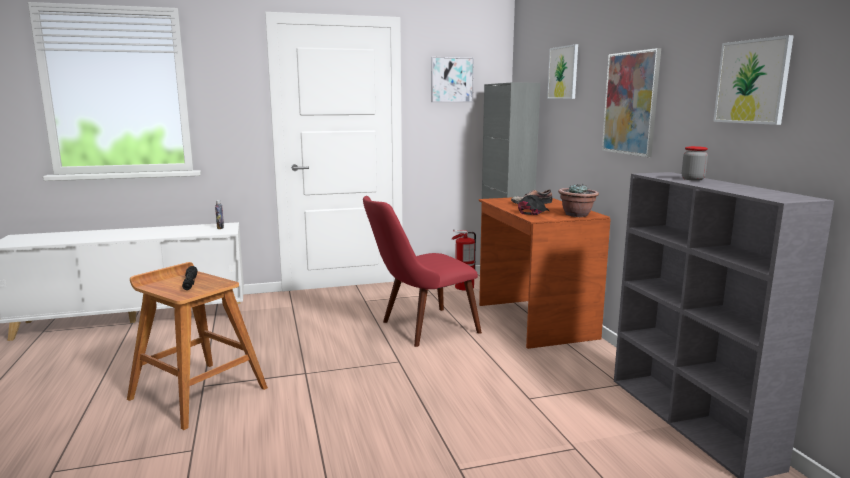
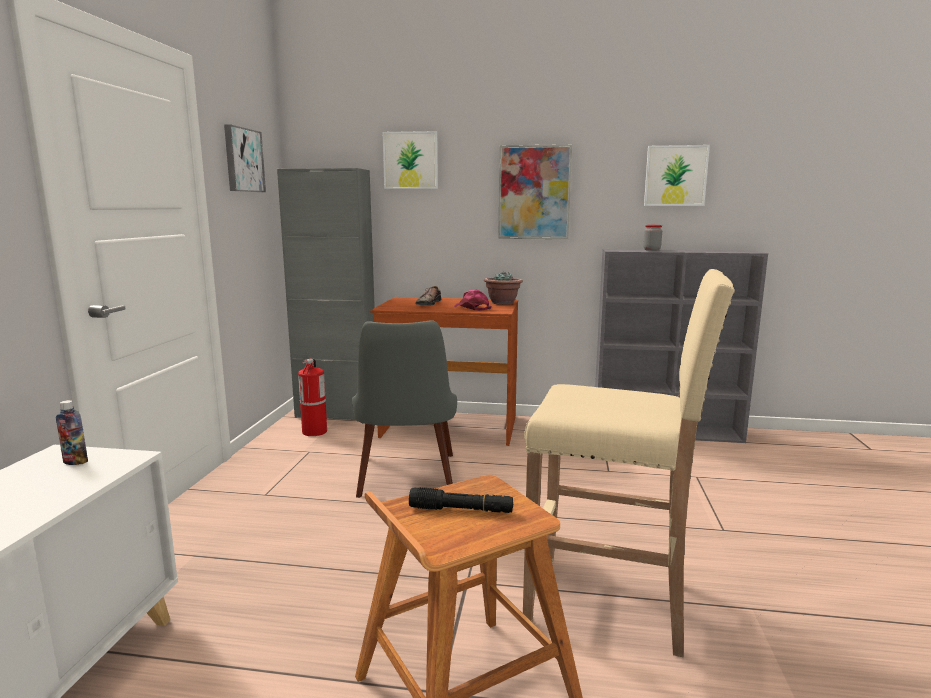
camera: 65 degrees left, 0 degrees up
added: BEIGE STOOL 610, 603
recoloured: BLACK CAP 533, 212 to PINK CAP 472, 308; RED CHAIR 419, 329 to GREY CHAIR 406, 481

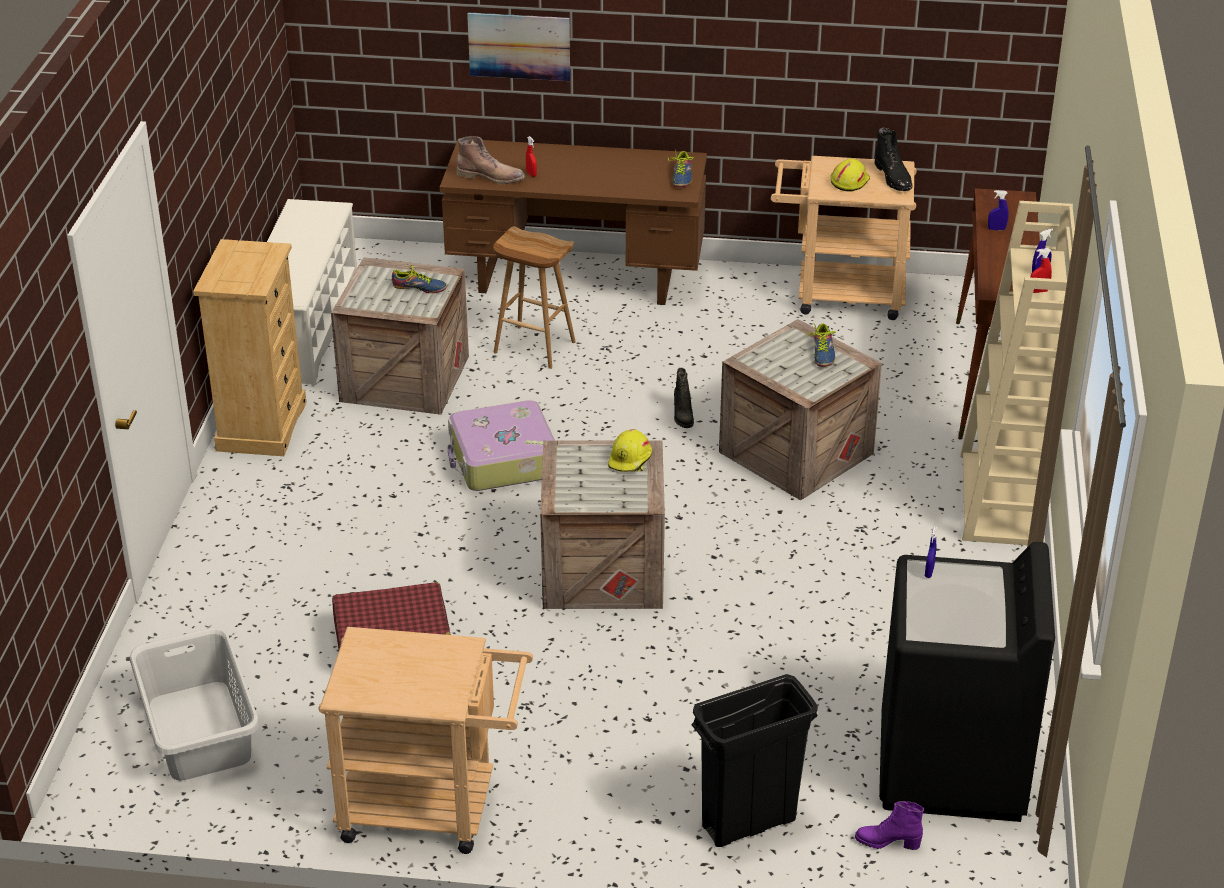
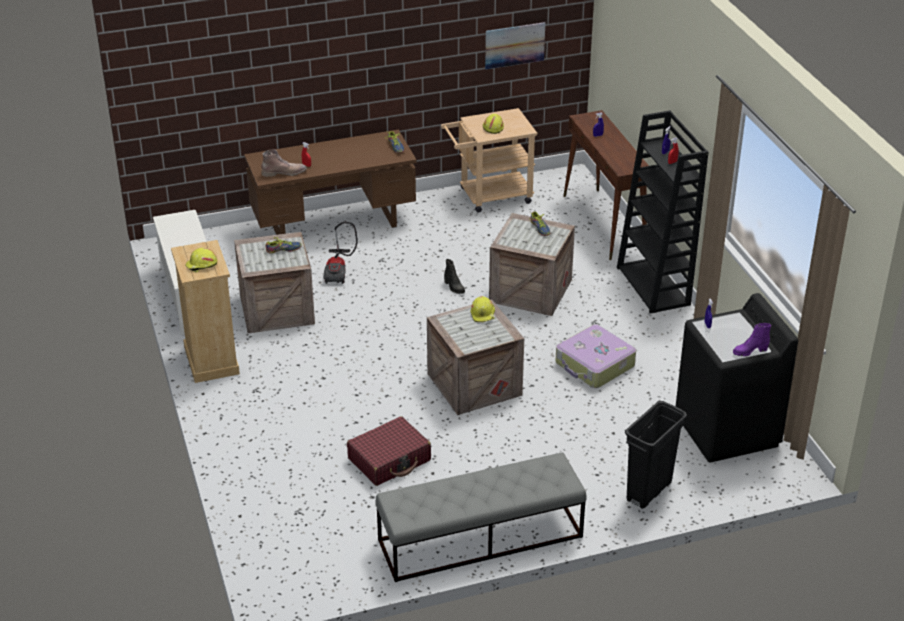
camera: 25 degrees left, 0 degrees up
removed: BLACK BOOT 894, 177; GREY LAUNDRY BASKET 198, 731
added: YELLOW HARD HAT 201, 265
moved: PICTURE 519, 46 to 514, 45; SUITCASE 502, 460 to 594, 365; PURPLE BOOT 887, 842 to 749, 351
replaced: BROWN STOOL 533, 347 to VACUUM CLEANER 339, 271; BEIGE CART 432, 808 to GREY BENCH 479, 539
recoloured: BEIGE BOOKCASE 1001, 500 to BLACK BOOKCASE 654, 286

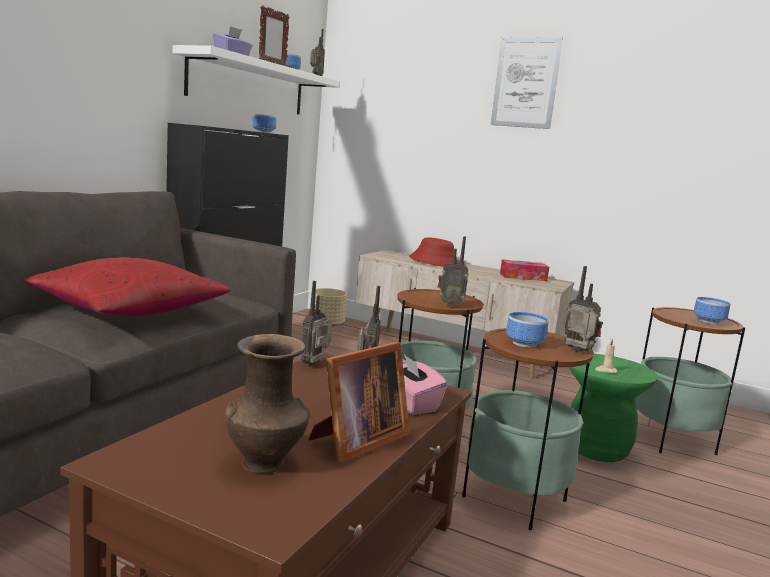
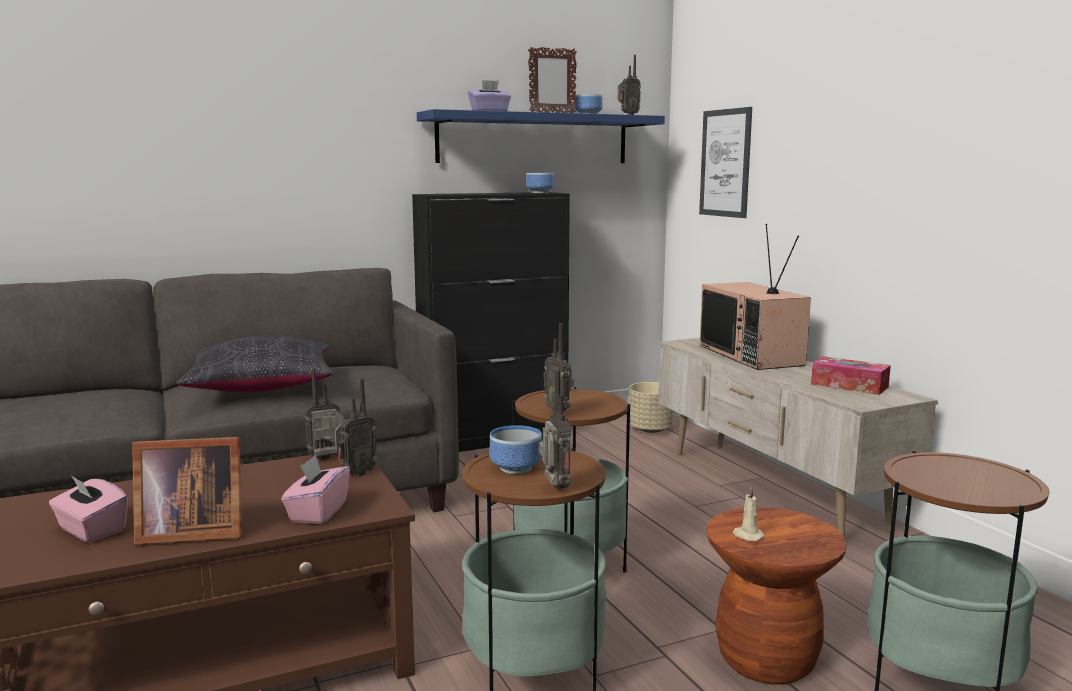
camera: 40 degrees right, 0 degrees up
removed: BOWL 710, 321
moved: PICTURE 526, 83 to 725, 163
replaced: RED HAT 435, 262 to TELEVISION 753, 355; BROWN VASE 265, 463 to PINK TISSUE BOX 91, 530
recoloured: WHITE SHELF 249, 85 to BLUE SHELF 534, 139; RED PILLOW 130, 310 to BLACK PILLOW 262, 386; GREEN STOOL 597, 449 to BROWN STOOL 766, 660

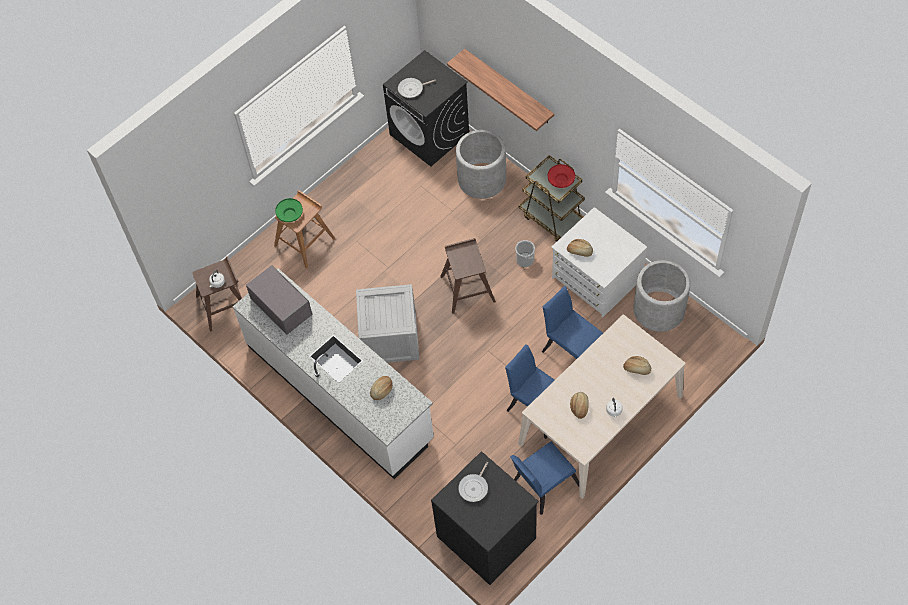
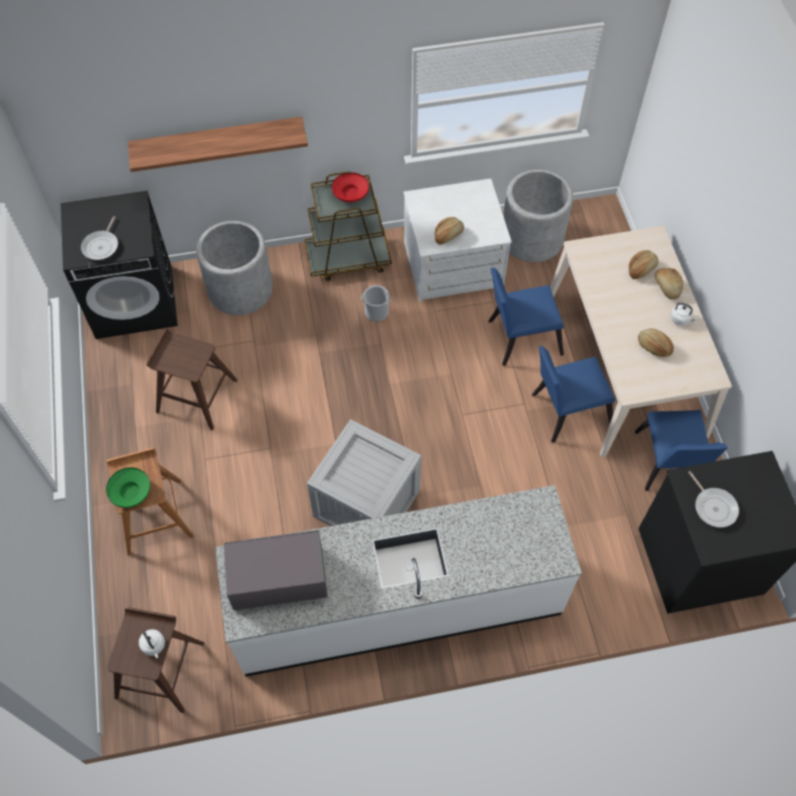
camera: 60 degrees left, 0 degrees up
moved: BROWN STOOL 467, 288 to 196, 395; BREAD 382, 390 to 666, 287

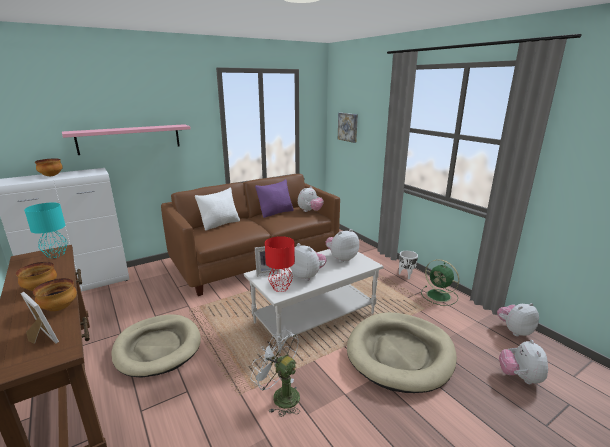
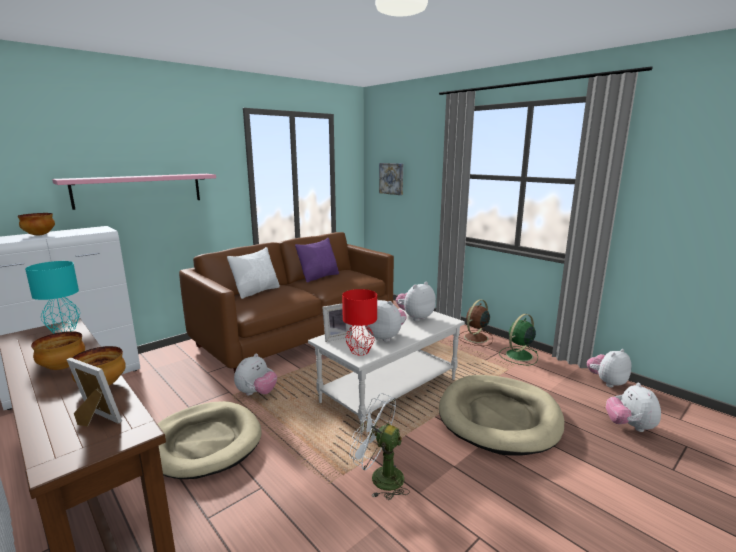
camera: 10 degrees left, 5 degrees down
moved: PLUSH TOY 310, 211 to 256, 393
replaced: WHITE PLANTER 406, 275 to BROWN FAN 475, 338
turned: GREEN FAN 439, 296 = 518, 355 105 degrees clockwise

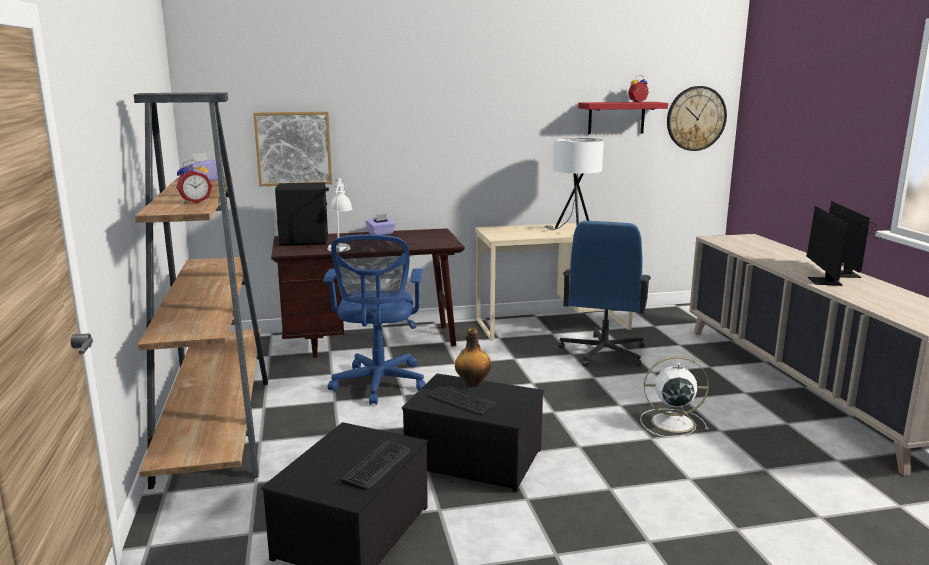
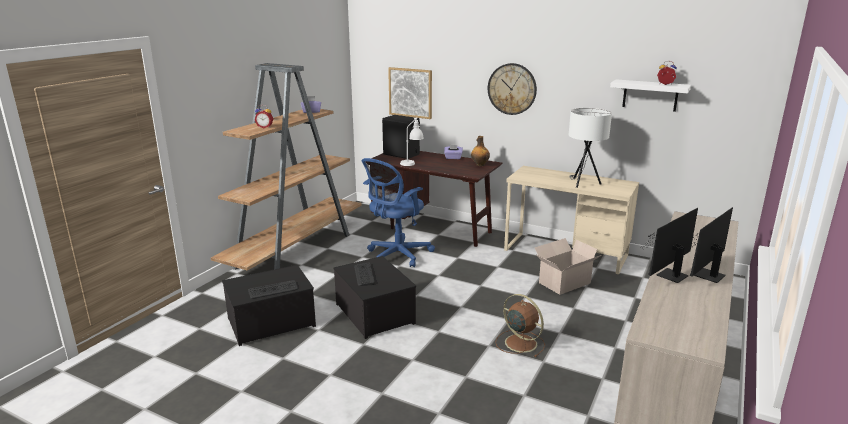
camera: 40 degrees right, 5 degrees up
moved: WALL CLOCK 696, 118 to 512, 89; BOTTLE 472, 383 to 480, 165
replaced: BLUE OFFICE CHAIR 603, 353 to CARDBOARD BOX 563, 283
recoloured: RED SHELF 616, 118 to WHITE SHELF 650, 95; WHITE FAN 670, 422 to BROWN FAN 519, 342

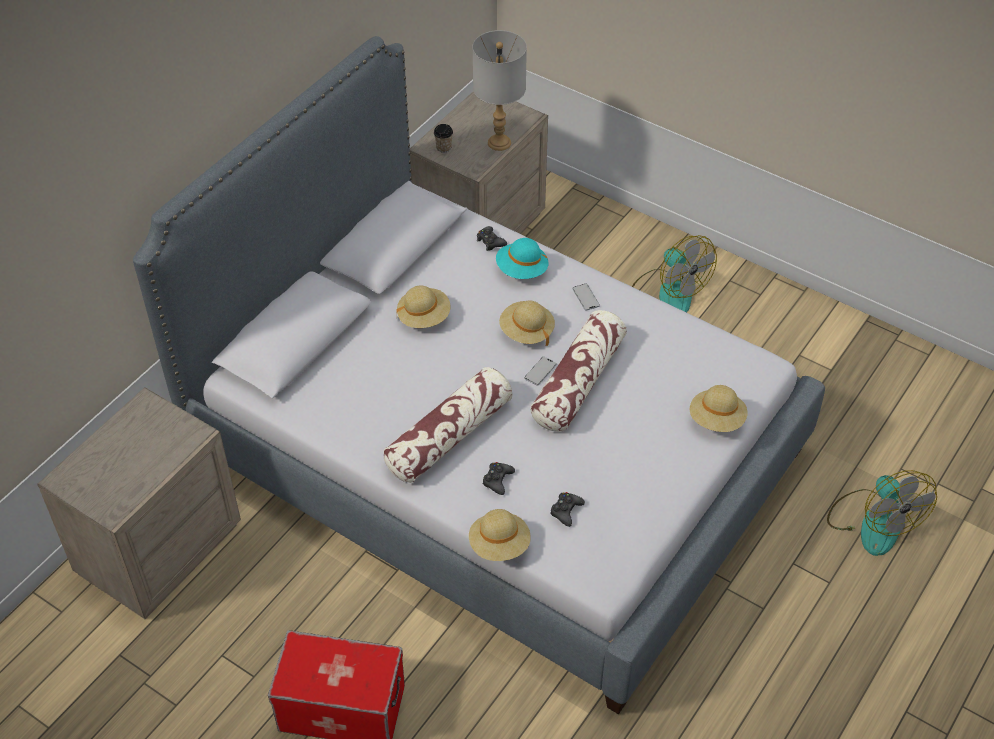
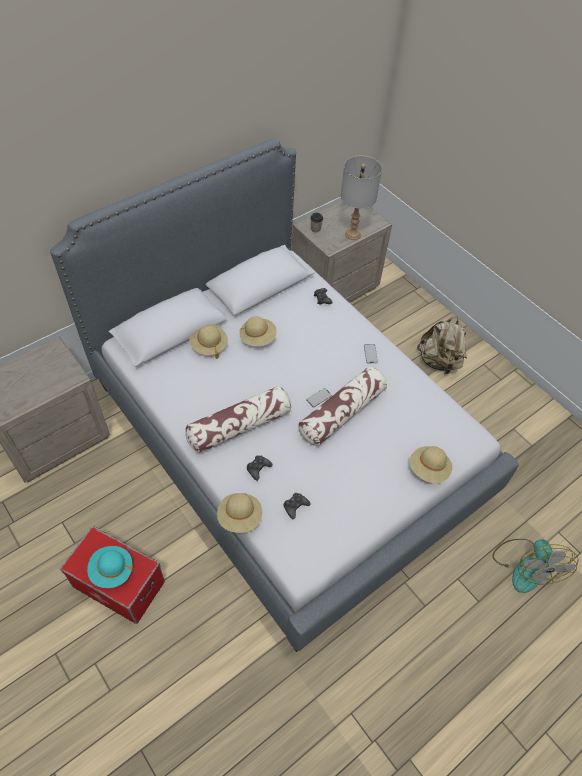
camera: 15 degrees right, 5 degrees up
moved: TURQUOISE HAT 522, 270 to 112, 570; BEIGE HAT 526, 332 to 209, 345
replaced: FAN 668, 293 to BEIGE BACKPACK 439, 361

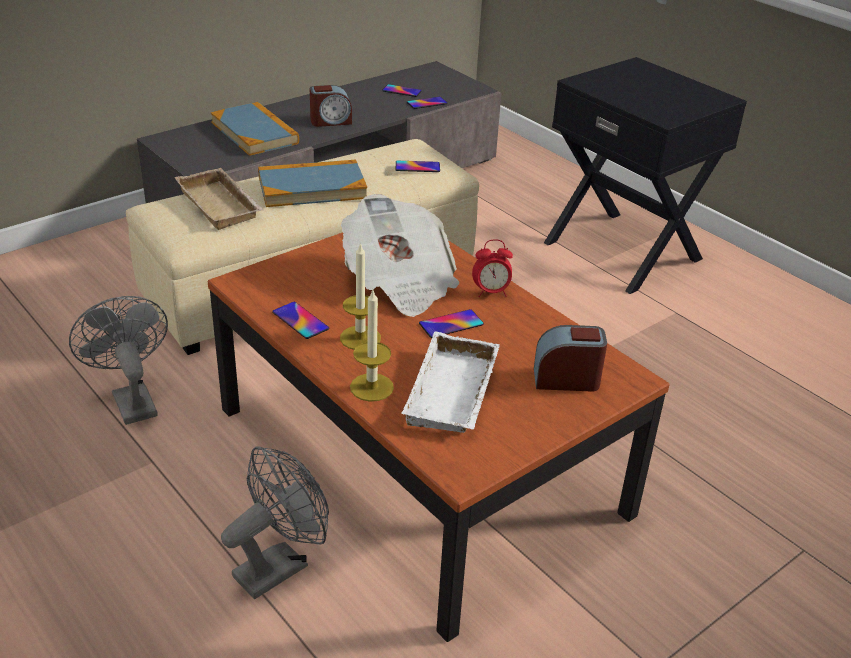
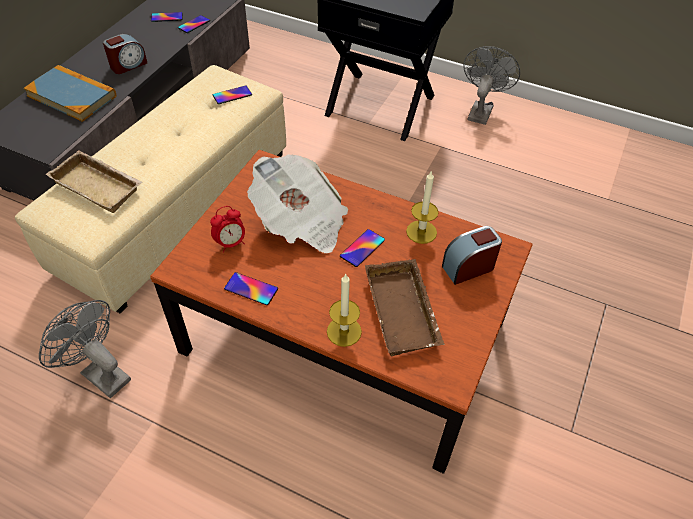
camera: 25 degrees left, 15 degrees up
removed: BOOK 312, 188
moved: ALARM CLOCK 491, 292 to 231, 243; CANDLE 360, 338 to 421, 232; GREY FAN 279, 565 to 481, 110
recoloured: WHITE TRAY 455, 393 to BROWN TRAY 404, 312

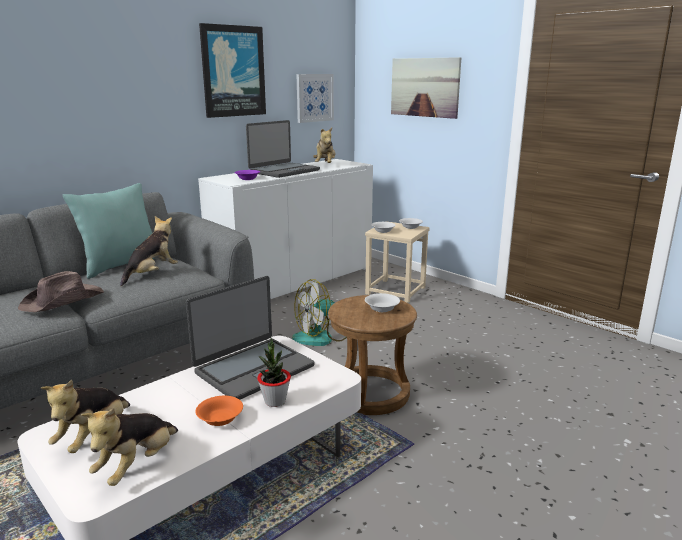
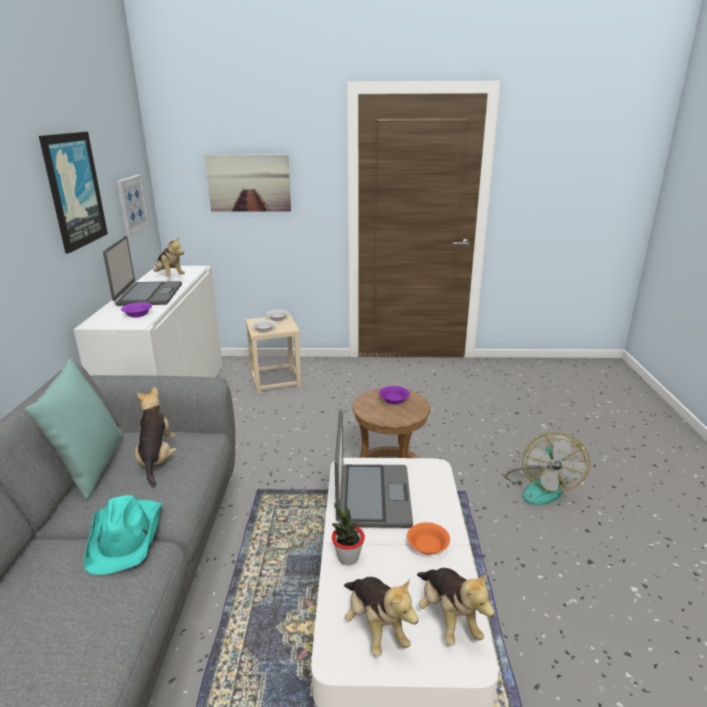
camera: 45 degrees left, 5 degrees up
moved: FAN 321, 337 to 541, 487; POTTED PLANT 275, 401 to 348, 557
recoloured: BROWN HAT 63, 300 to TURQUOISE HAT 126, 535; WHITE BOWL 381, 309 to PURPLE BOWL 393, 400

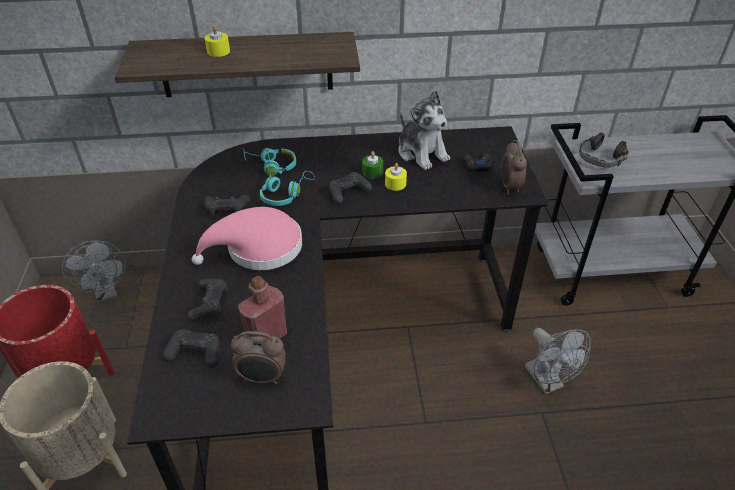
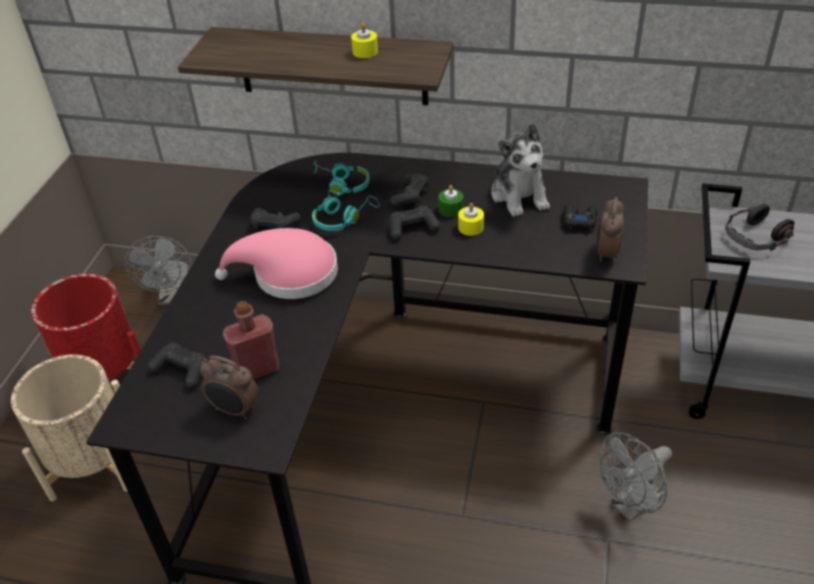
camera: 20 degrees right, 0 degrees up
moved: YELLOW CANDLE 218, 51 to 365, 51; BLACK GAME CONTROLLER 209, 304 to 410, 196
turned: GREY FAN 547, 382 = 630, 505 60 degrees clockwise

